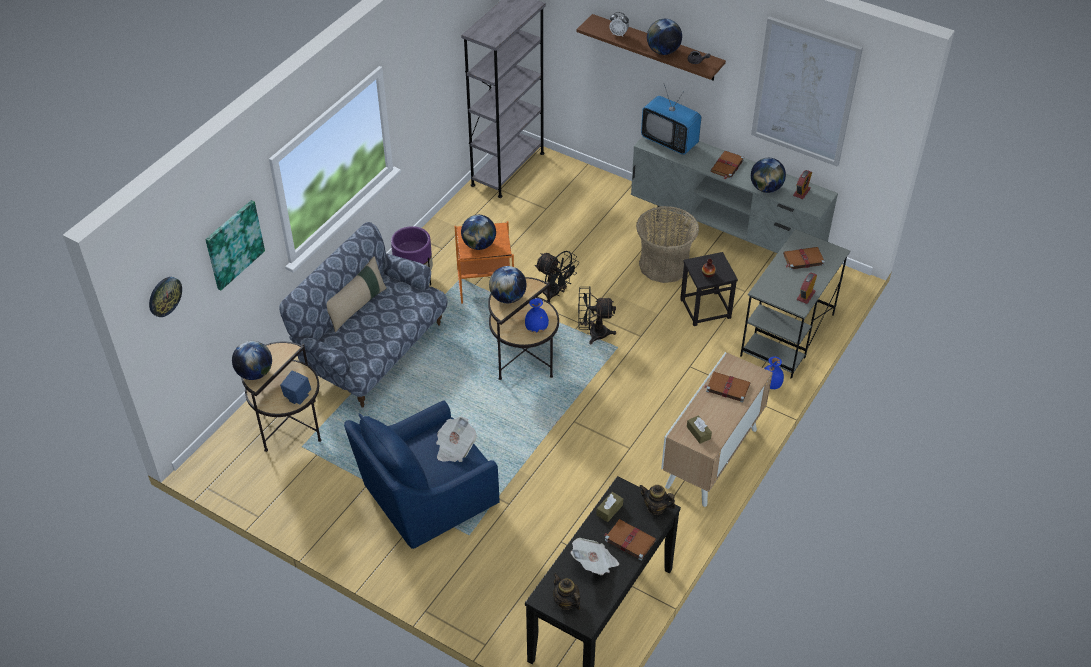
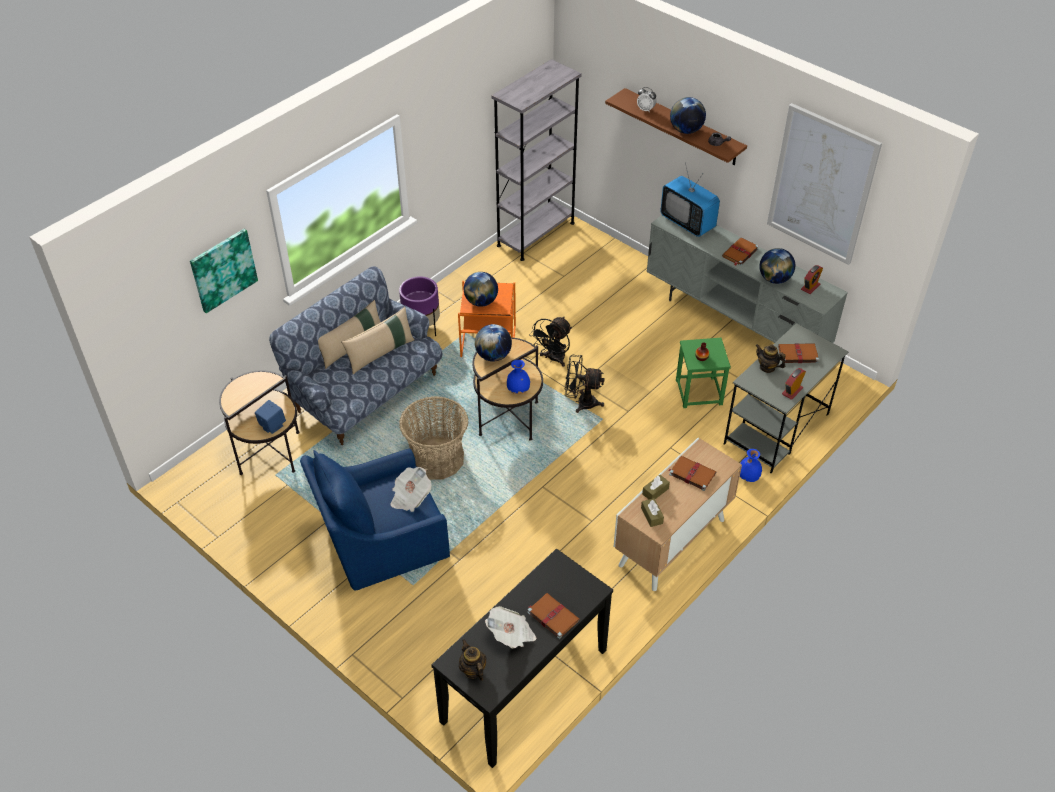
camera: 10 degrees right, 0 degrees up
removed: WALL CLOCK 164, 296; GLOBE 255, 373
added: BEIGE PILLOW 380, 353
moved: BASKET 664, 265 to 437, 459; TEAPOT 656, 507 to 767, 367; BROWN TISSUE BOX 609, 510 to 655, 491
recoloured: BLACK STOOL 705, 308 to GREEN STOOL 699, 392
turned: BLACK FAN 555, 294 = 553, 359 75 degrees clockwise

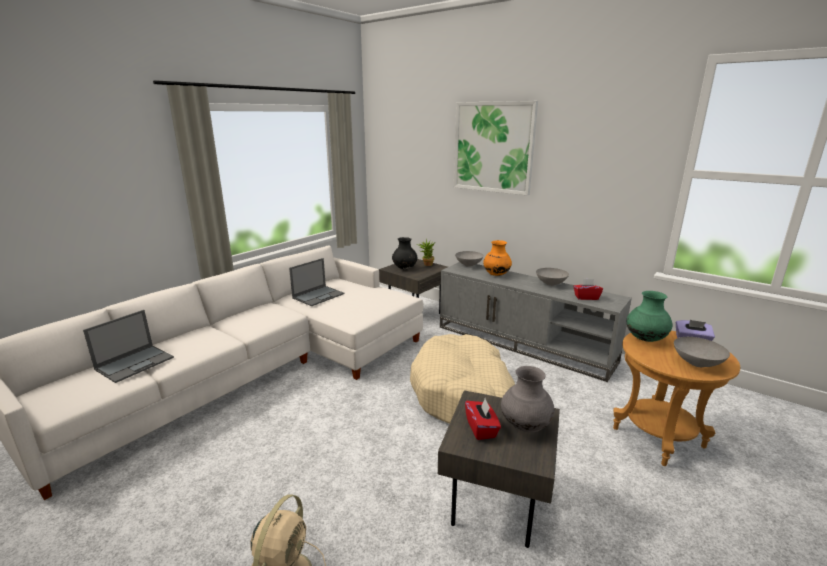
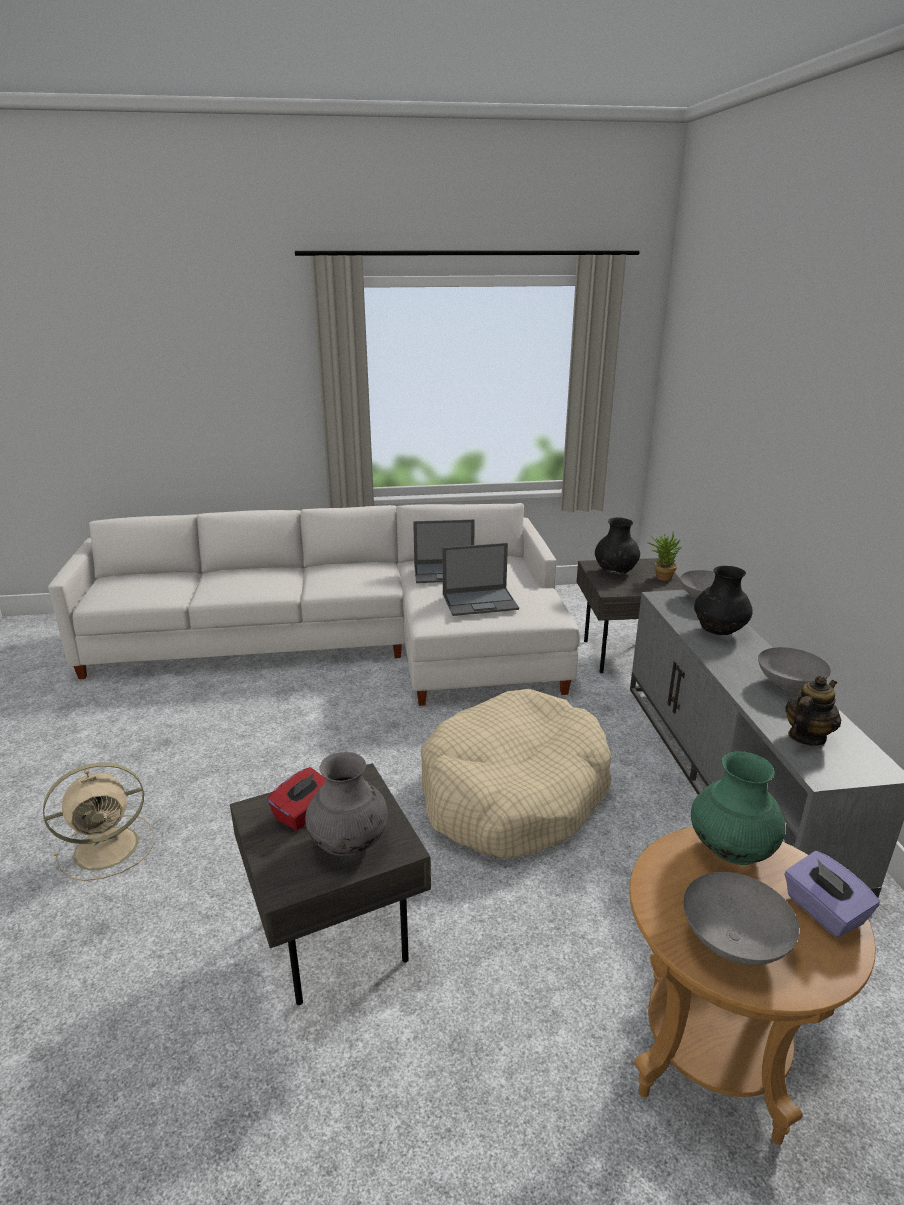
camera: 45 degrees right, 5 degrees up
removed: PICTURE 493, 147
moved: LAPTOP 135, 363 to 481, 602
replaced: RED TISSUE BOX 586, 297 to TEAPOT 806, 736
recoloured: ORANGE VASE 496, 274 to BLACK VASE 718, 631

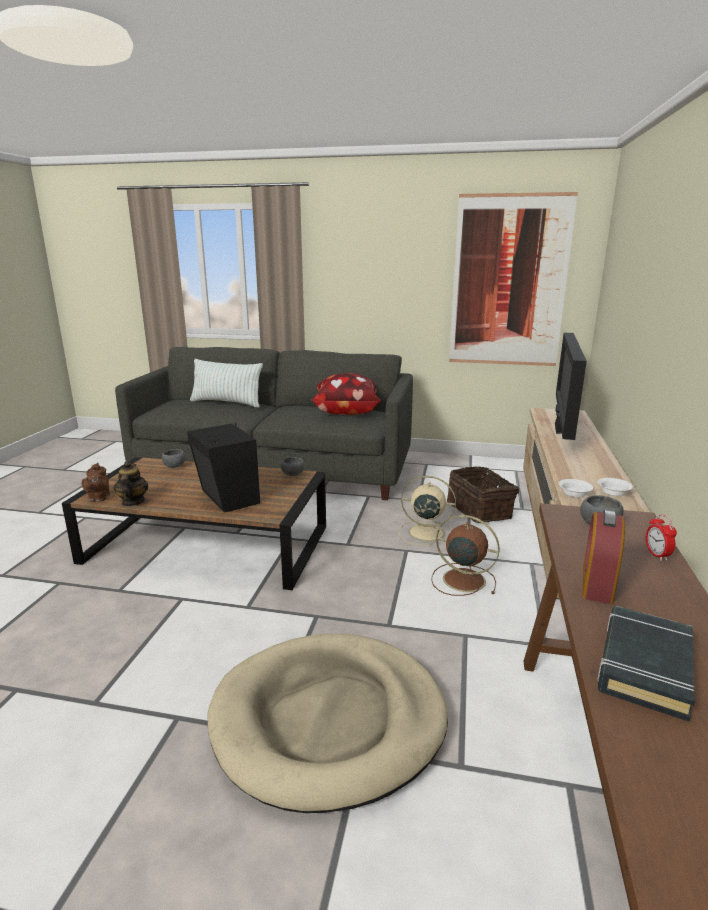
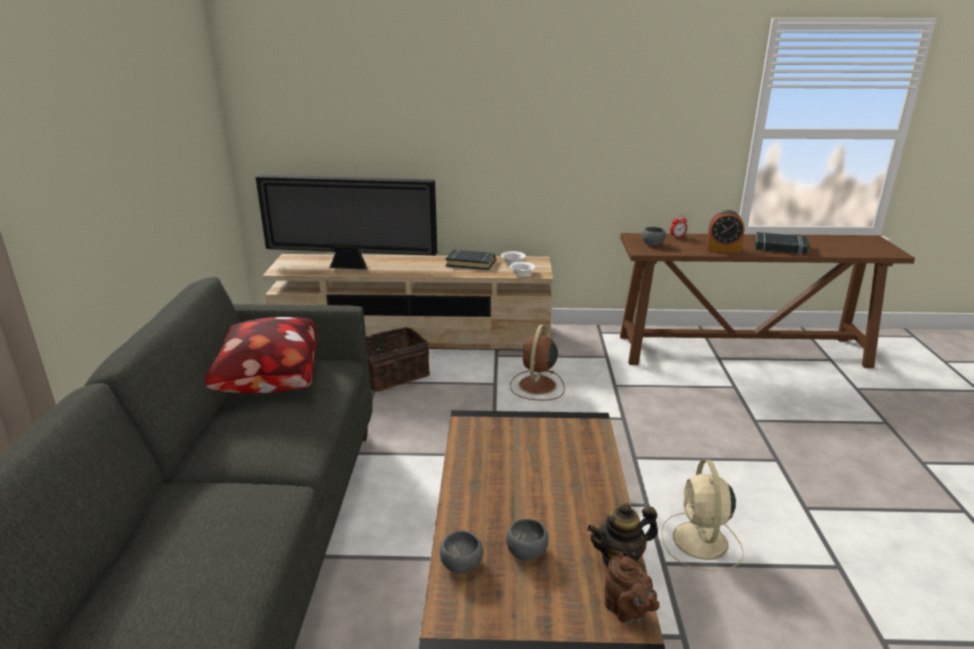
camera: 100 degrees left, 5 degrees up
removed: PICTURE 508, 282; PILLOW 227, 402; BLACK SPEAKER 227, 498; BEIGE DOG BED 329, 720
added: BLACK BOOK 470, 263
moved: GREY BOWL 293, 475 to 527, 551; BEIGE FAN 424, 532 to 700, 542
turned: BROWN TEAPOT 98, 498 = 627, 612 75 degrees clockwise

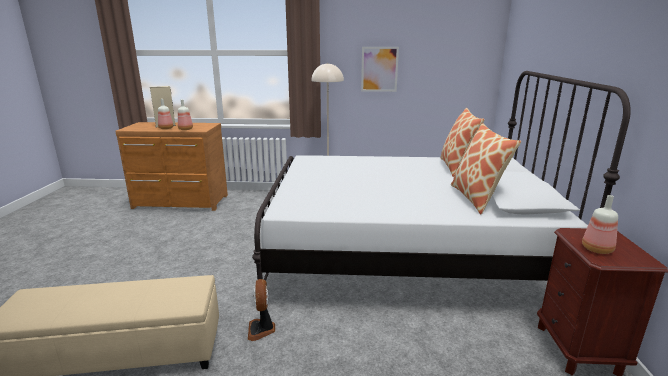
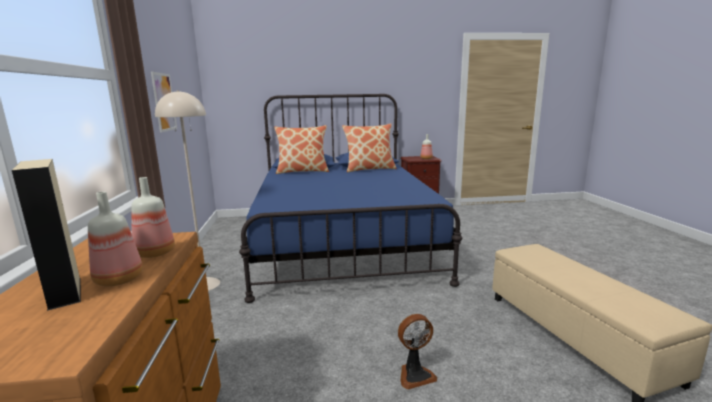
camera: 100 degrees left, 5 degrees down
moved: FAN 262, 329 to 415, 374
recoloured: WHITE BED 403, 254 to BLUE BED 342, 242

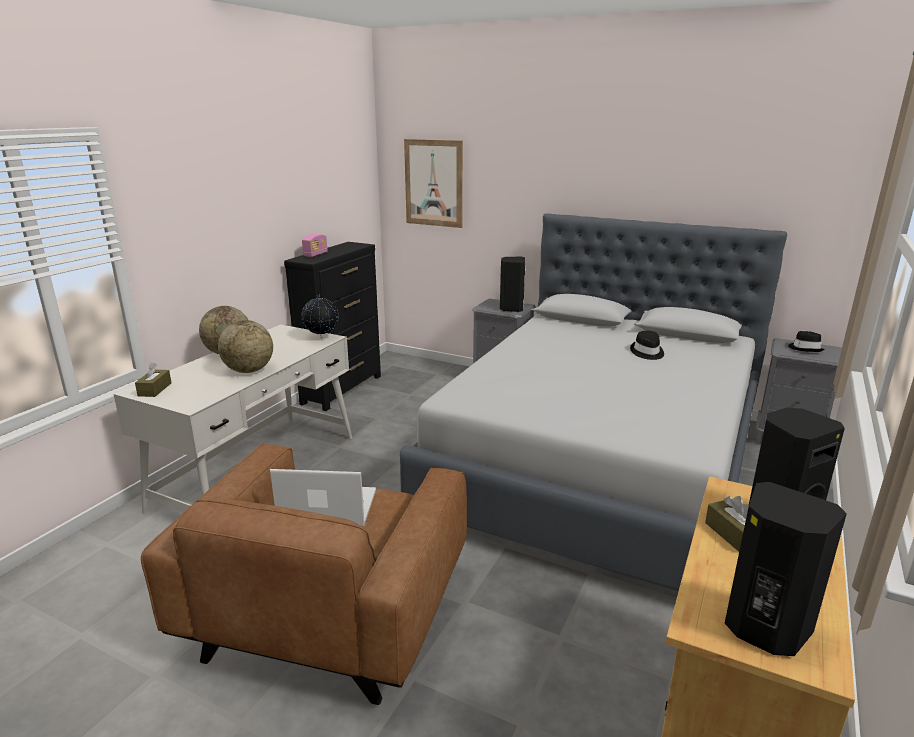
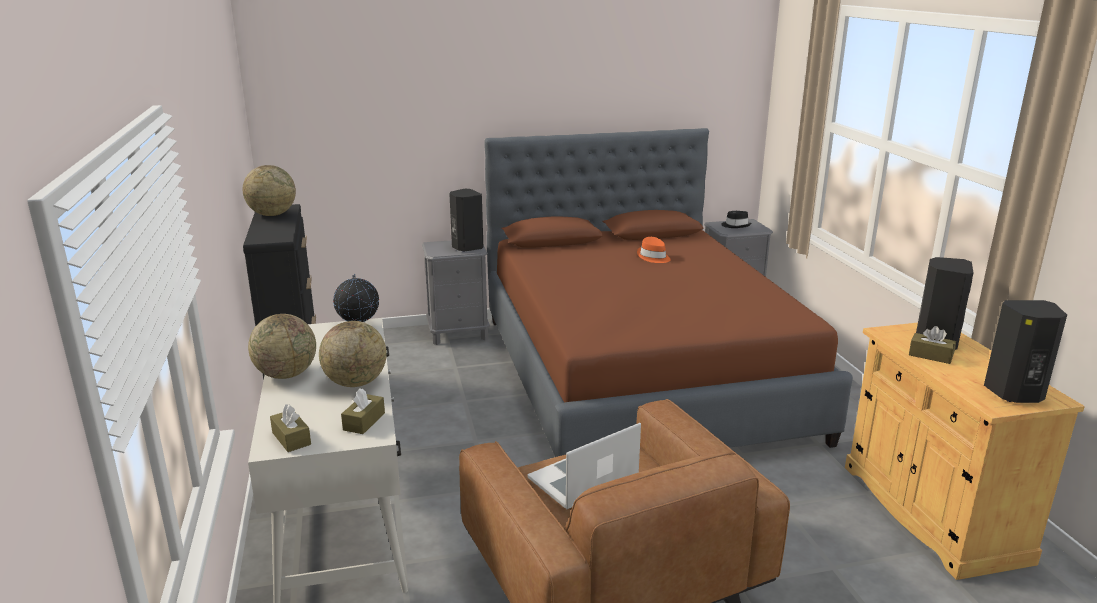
camera: 40 degrees left, 0 degrees up
removed: PICTURE 433, 183; RADIO 315, 255
added: GLOBE 272, 214; BROWN TISSUE BOX 364, 421
recoloured: GREY BED 599, 465 to BROWN BED 640, 375; BLACK HAT 647, 352 to ORANGE HAT 653, 257

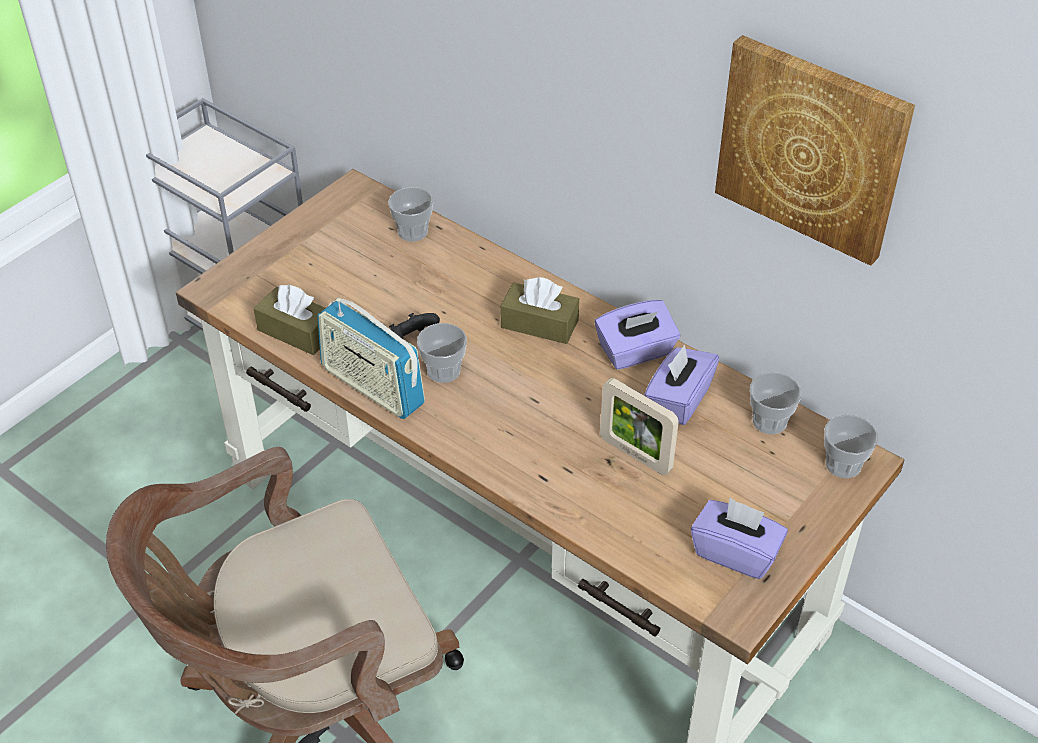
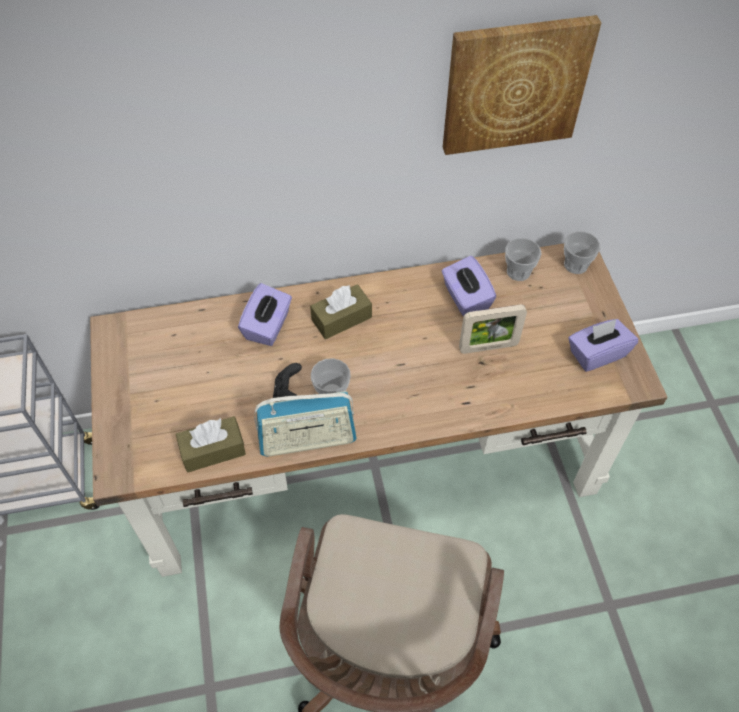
camera: 50 degrees left, 10 degrees up
removed: CUP 412, 232
moved: PURPLE TISSUE BOX 636, 352 to 268, 326

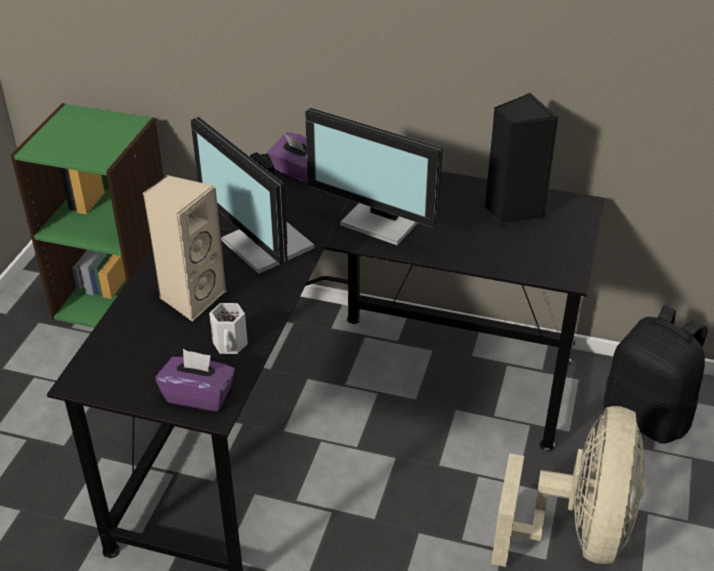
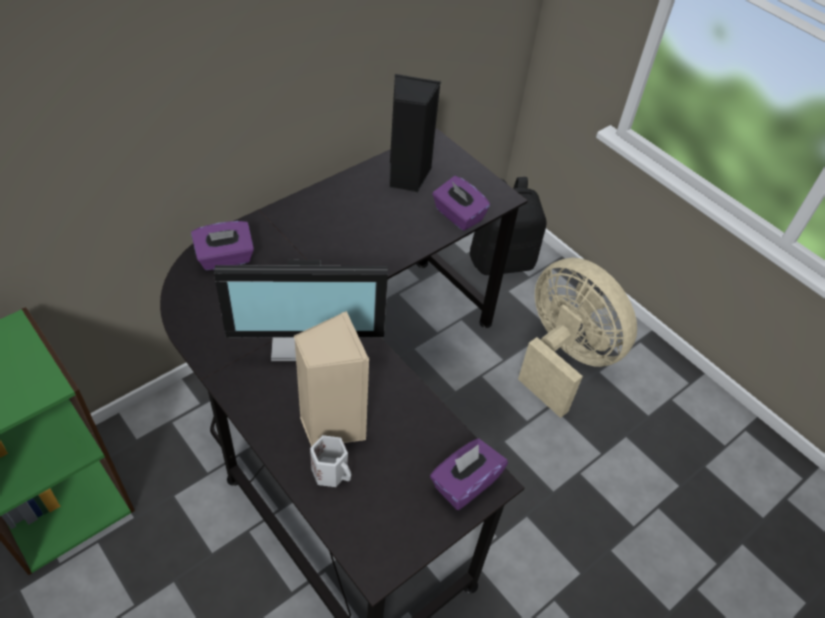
camera: 60 degrees left, 10 degrees up
removed: MONITOR 383, 221
added: PURPLE TISSUE BOX 458, 215
moved: WHITE MUG 231, 344 to 331, 471

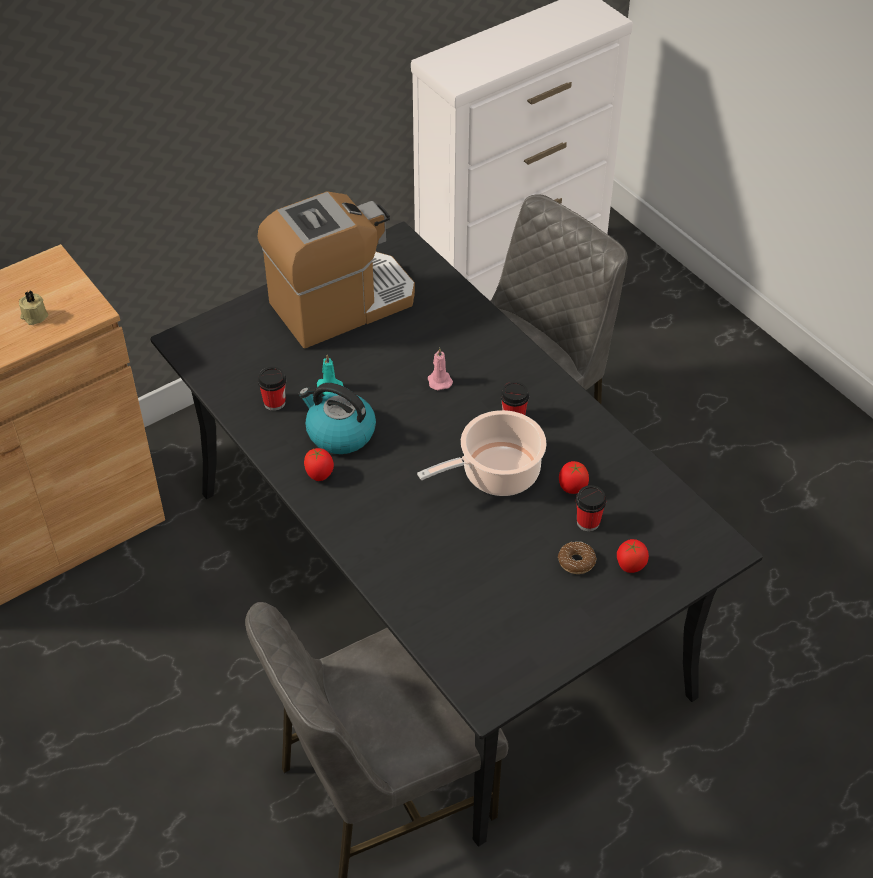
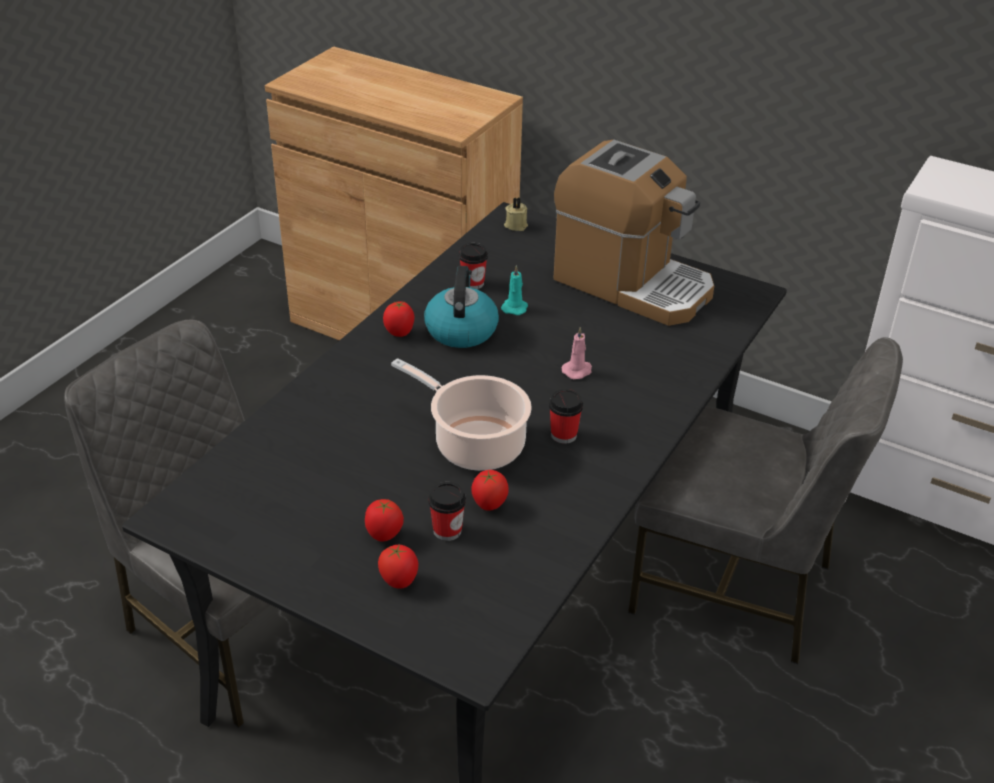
camera: 65 degrees right, 10 degrees down
moved: BEIGE CANDLE 34, 316 to 516, 225
replaced: DONUT 576, 561 to TOMATO 384, 536

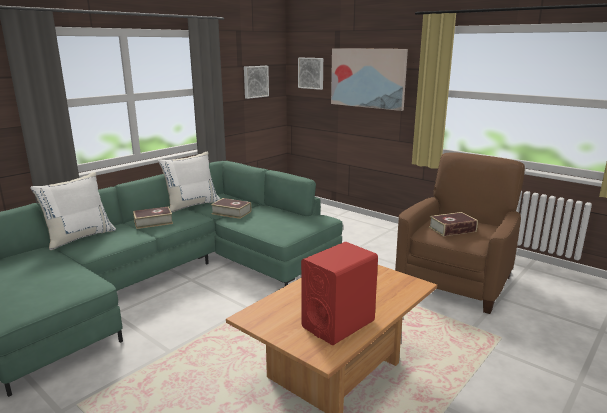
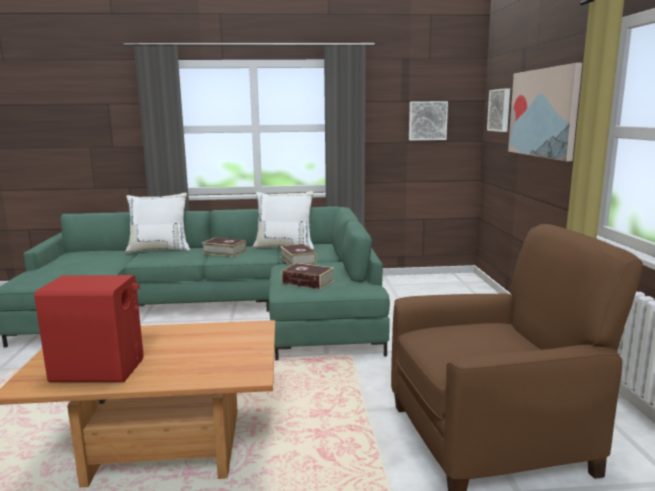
camera: 45 degrees right, 5 degrees down
moved: BOOK 452, 229 to 308, 282

